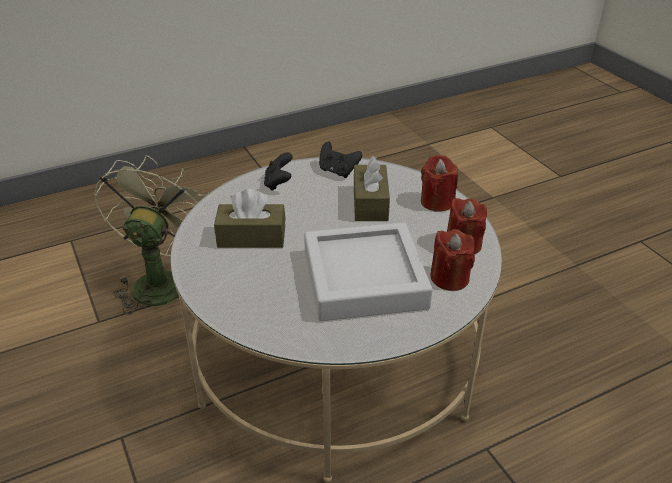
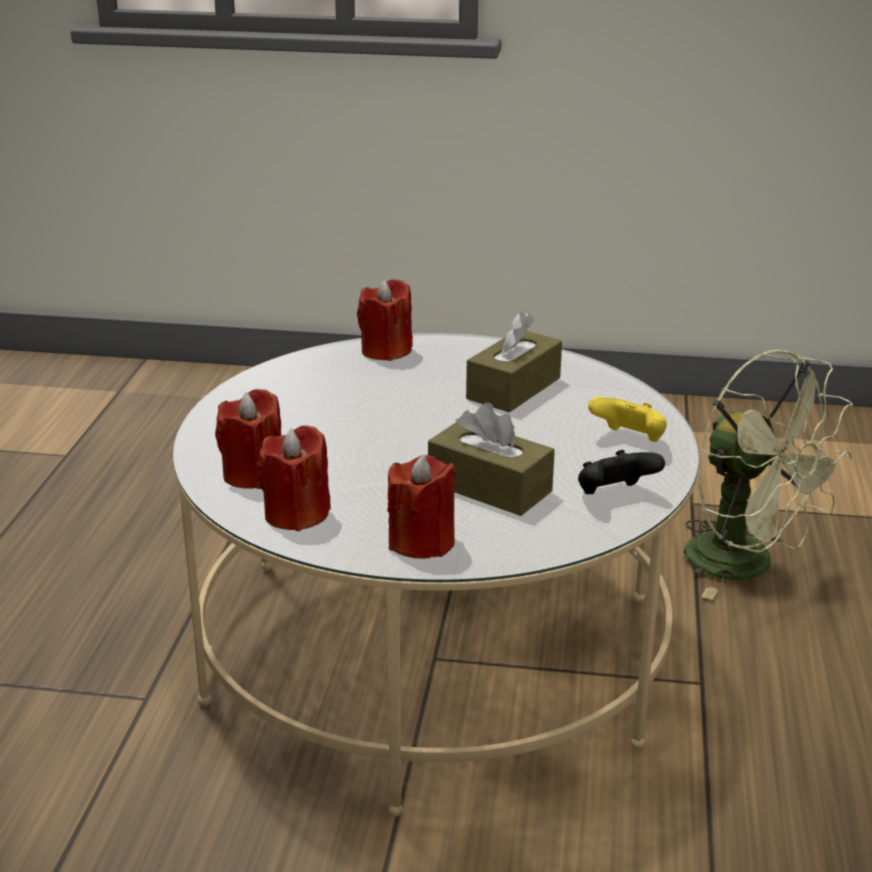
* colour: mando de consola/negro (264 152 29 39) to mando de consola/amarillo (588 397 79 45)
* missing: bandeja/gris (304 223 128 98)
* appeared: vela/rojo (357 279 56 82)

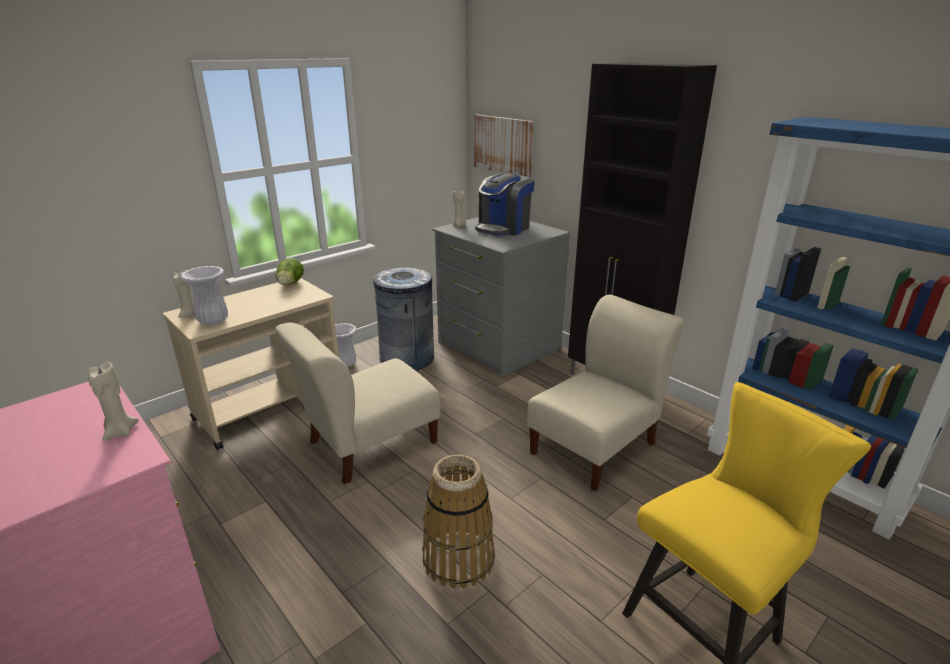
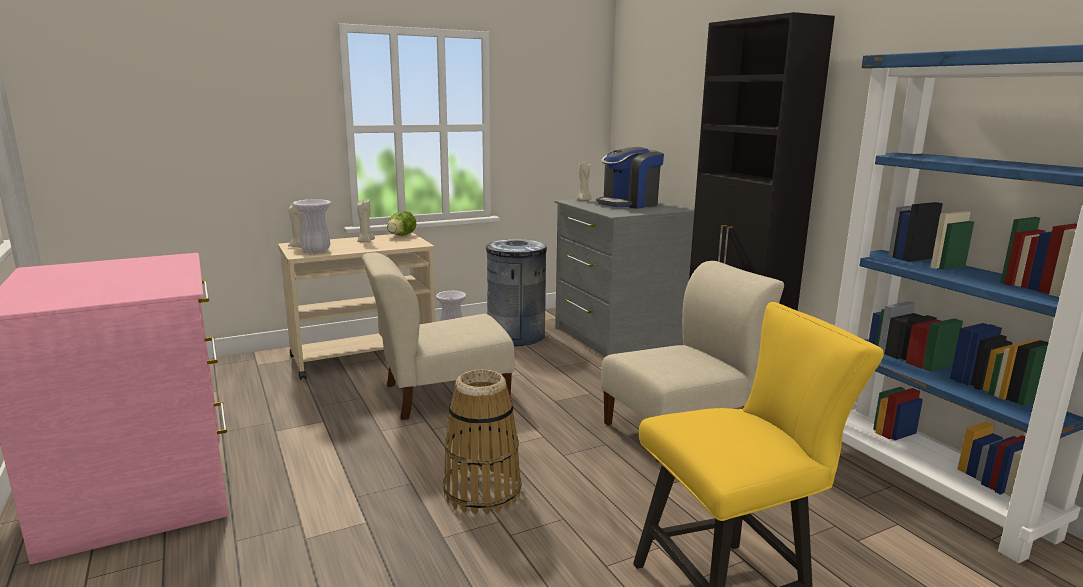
* missing: cuadro (474 114 59 64)
* relocated: vela/beis (88 361 51 80) to (357 199 18 44)

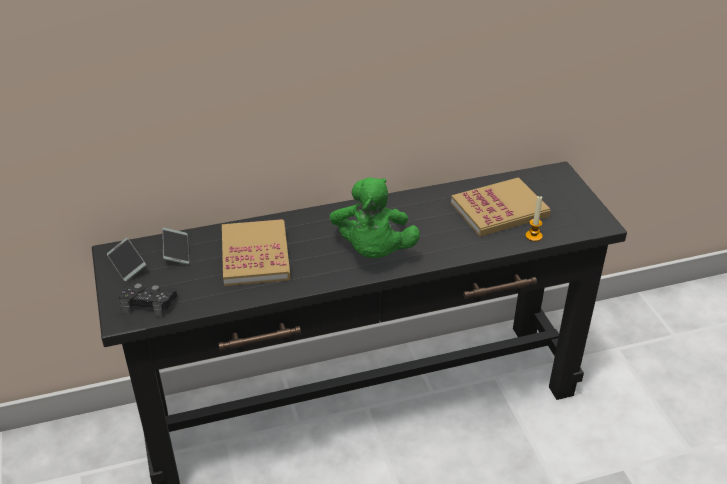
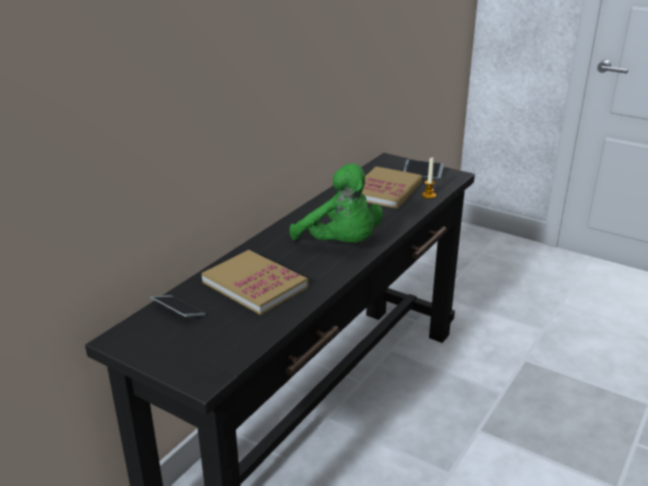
* relocated: móvil (107 238 39 44) to (403 159 41 20)
* missing: mando de consola/negro (119 283 58 34)

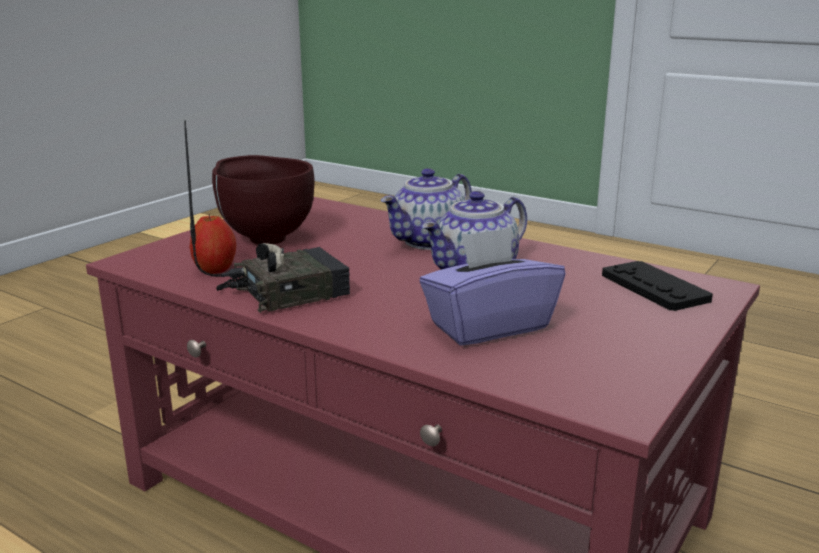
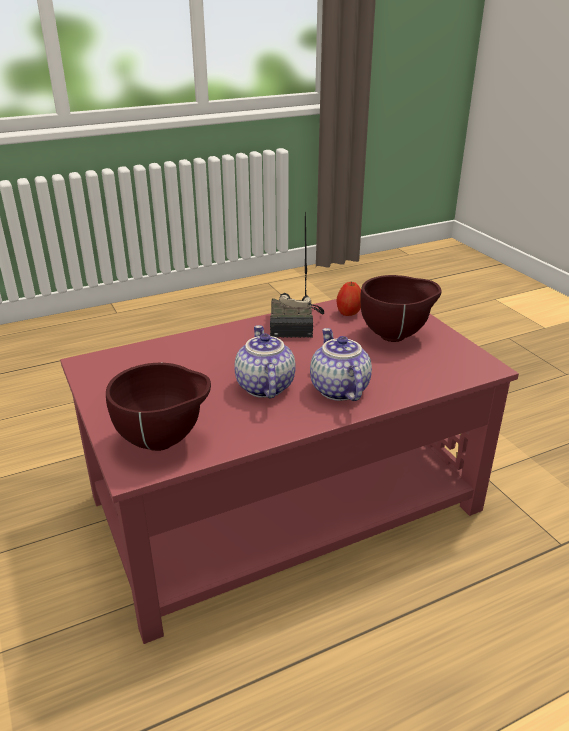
* missing: caja de pañuelos/morado (420 227 145 119)
* exchanged: mando de consola/negro (602 261 111 50) to cuenco/marrón (106 363 105 88)

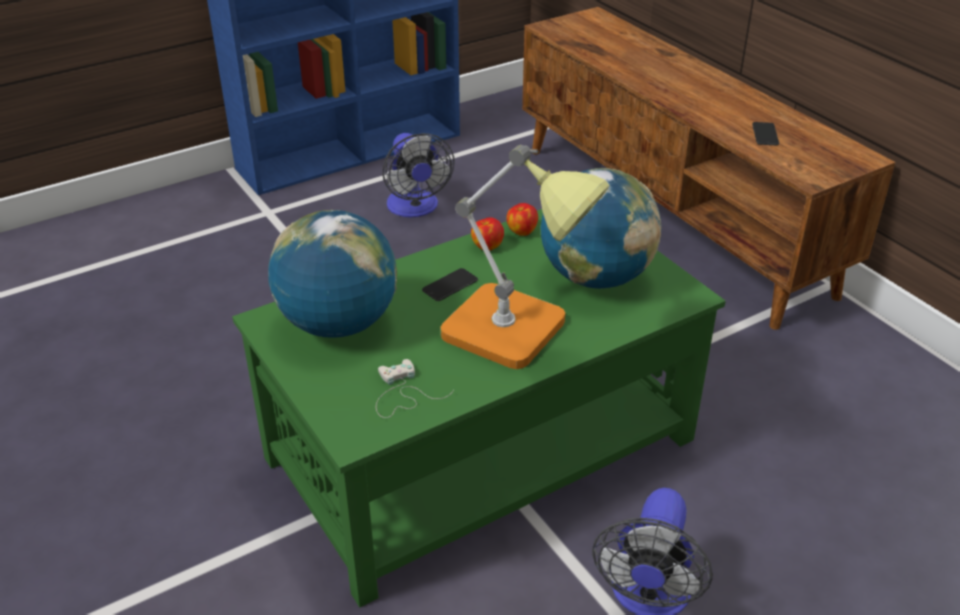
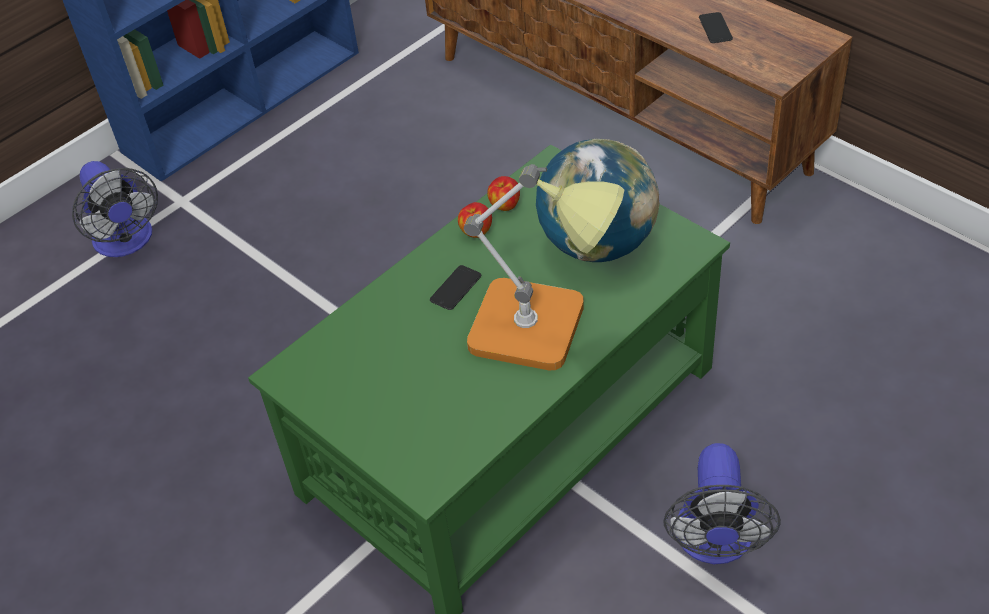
* relocated: ventilador (382 133 73 84) to (72 161 86 96)
* missing: globo terráqueo (268 210 129 128)
* missing: mando de consola/blanco (376 359 78 59)

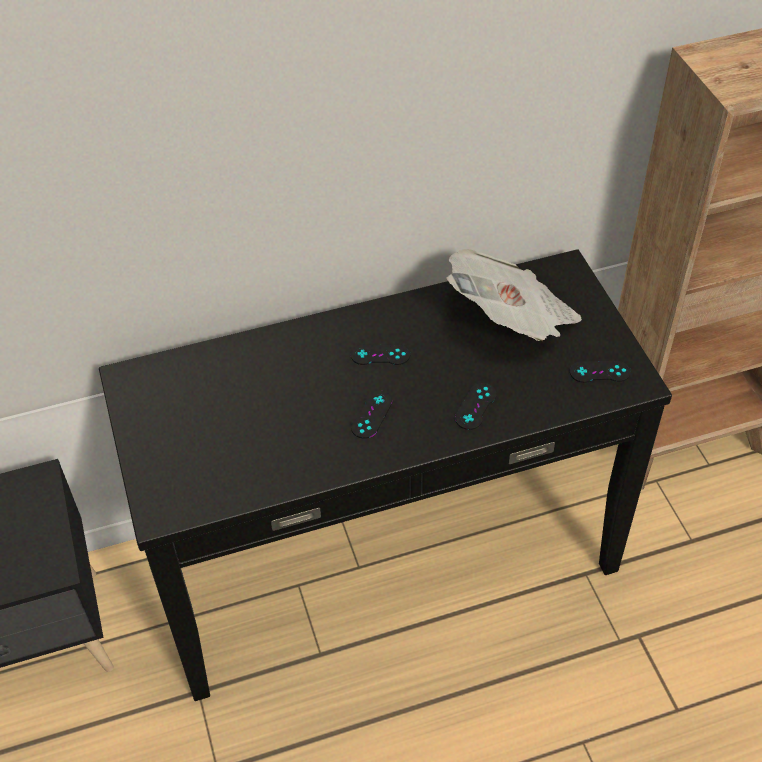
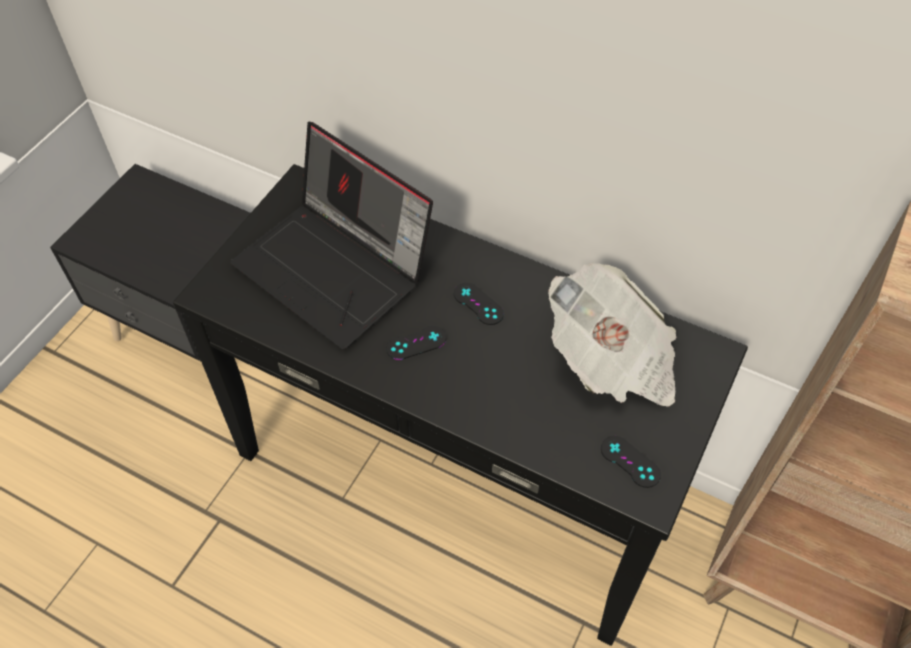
* missing: mando de consola/negro (455 383 42 47)
* appeared: portátil (230 122 203 227)

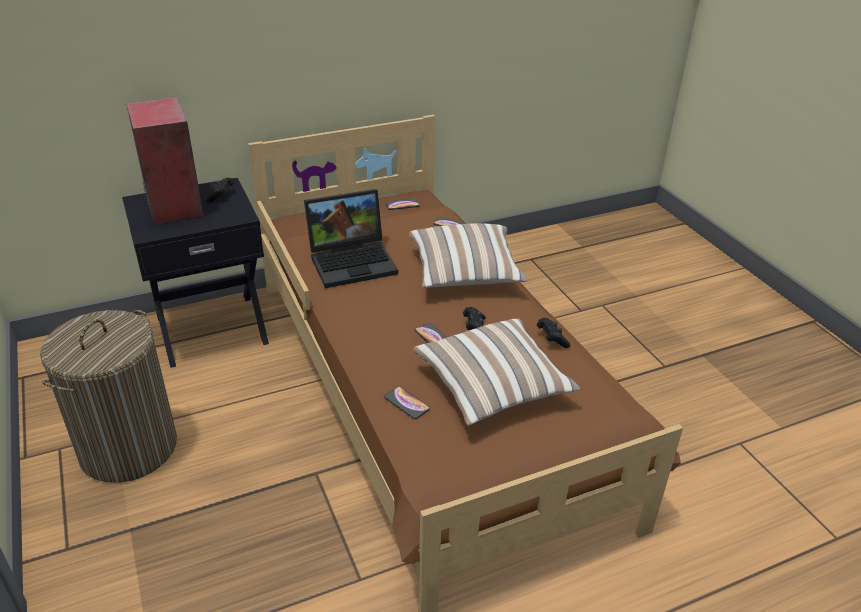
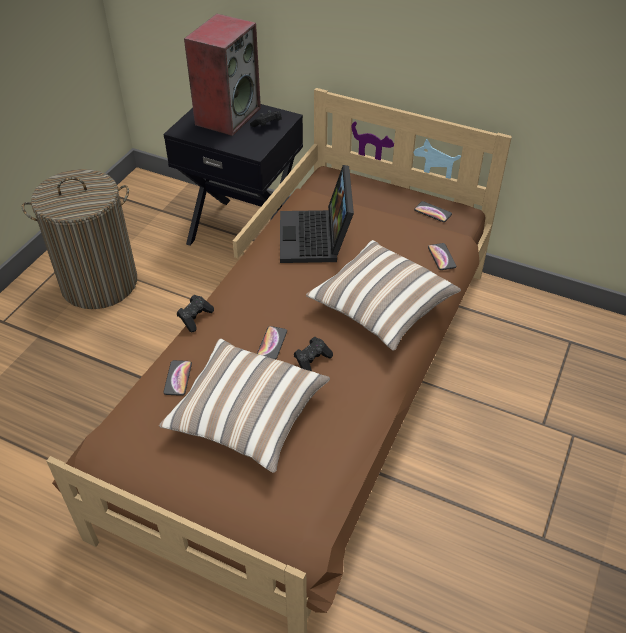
* spun: portátil (304 189 94 99) = (280 165 74 98) 60 degrees clockwise
* relocated: mando de consola/negro (537 318 33 30) to (177 295 37 37)

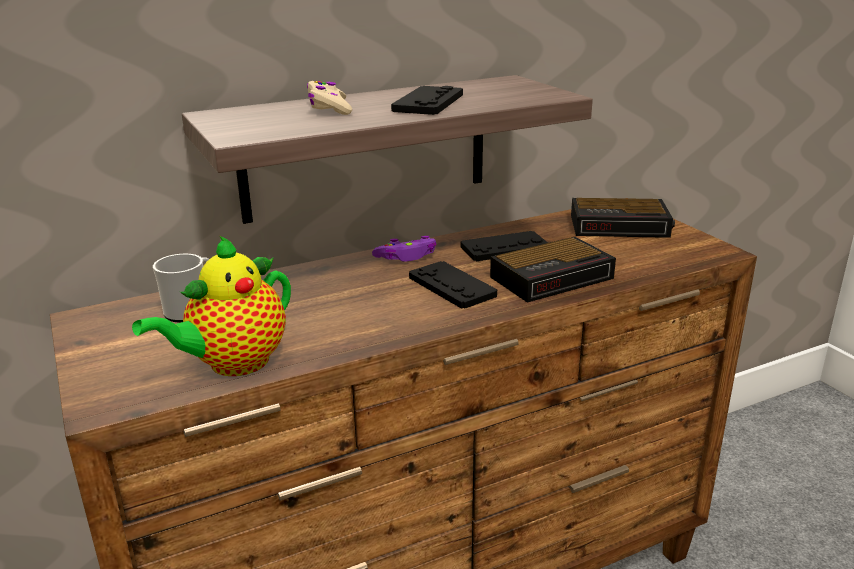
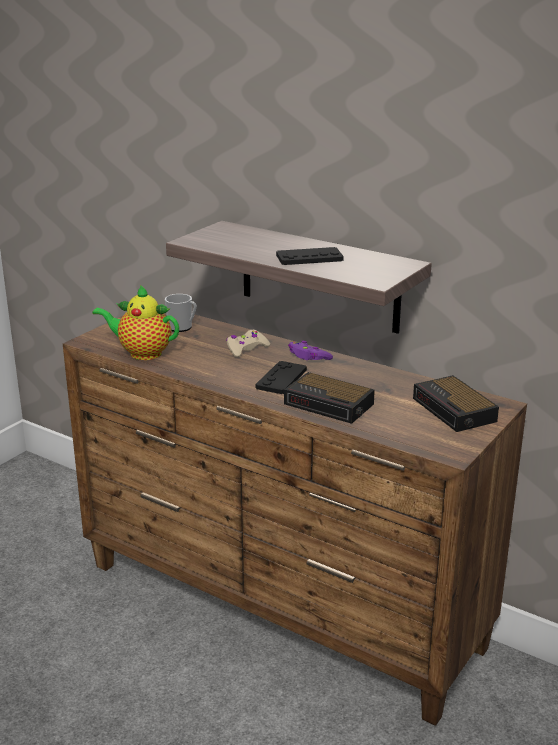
* relocated: mando de consola/beis (307 81 45 34) to (226 330 44 27)
* missing: mando de consola/negro (460 231 88 30)

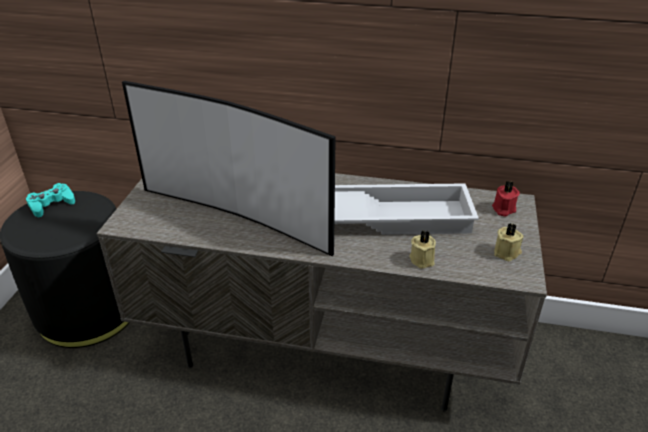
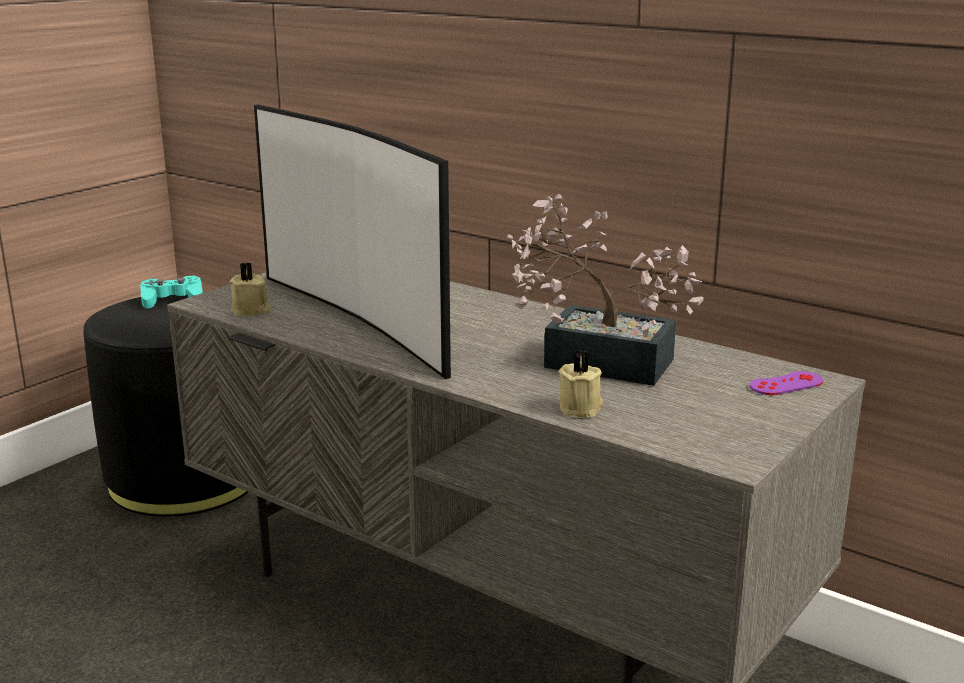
* exchanged: vela/rojo (492 181 28 35) to mando de consola/morado (750 371 73 24)
* exchanged: bandeja/blanco (334 183 145 52) to planta en maceta (507 194 197 192)
* relocated: vela/beis (494 223 30 38) to (230 262 41 55)

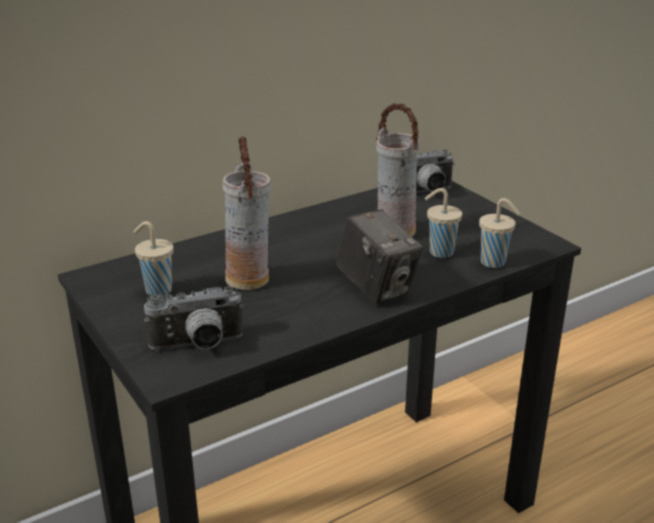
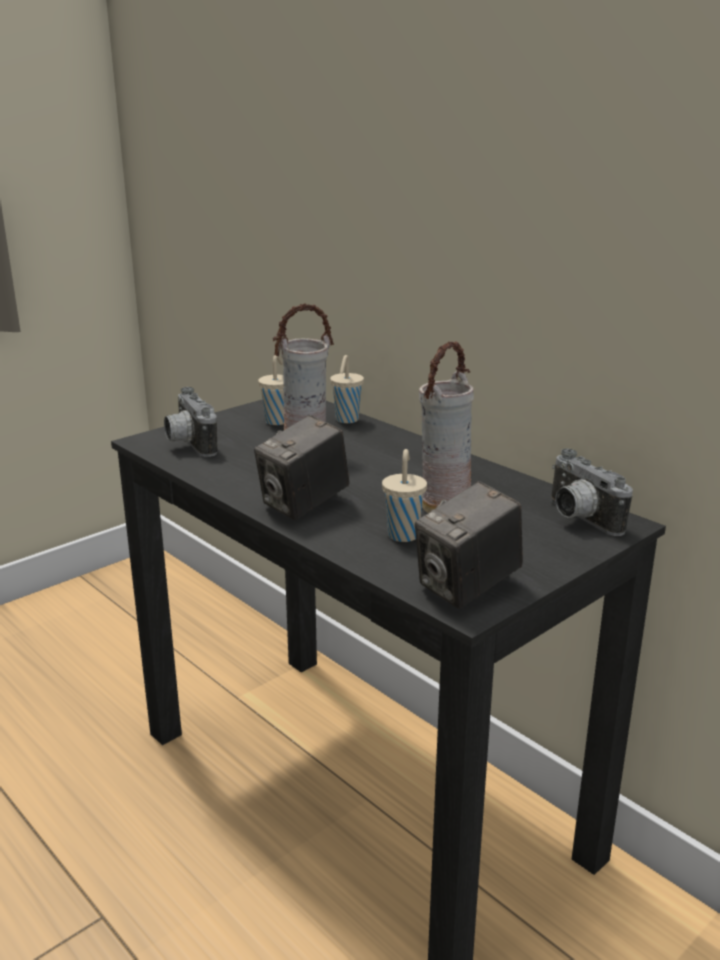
* relocated: taza/beis (479 198 41 70) to (330 355 34 68)
* appeared: cámara (415 481 108 128)

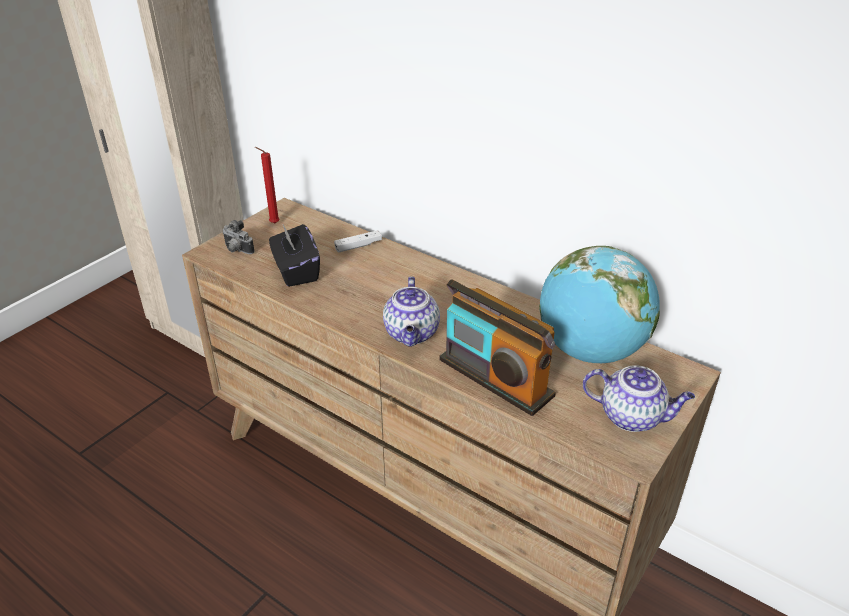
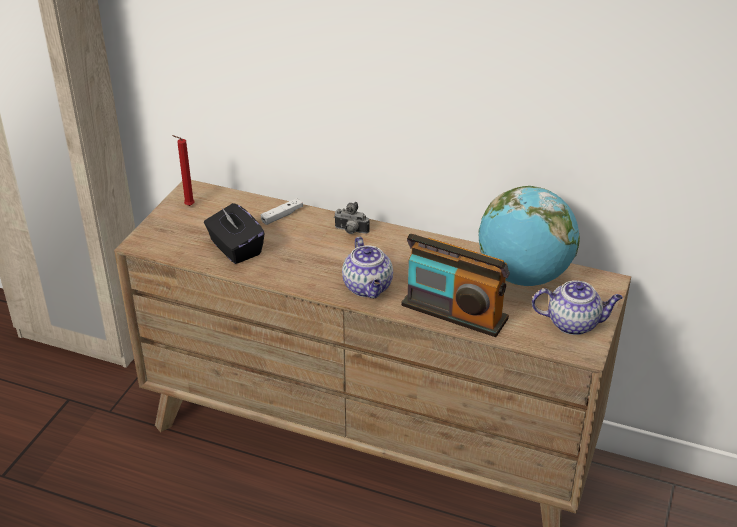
* relocated: cámara (223 220 32 34) to (334 202 36 32)

